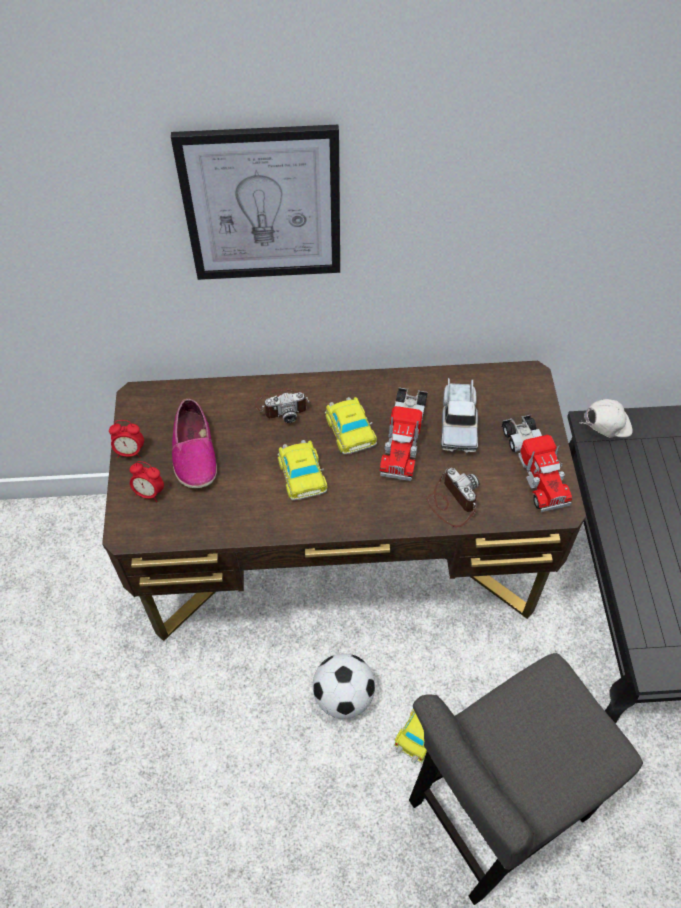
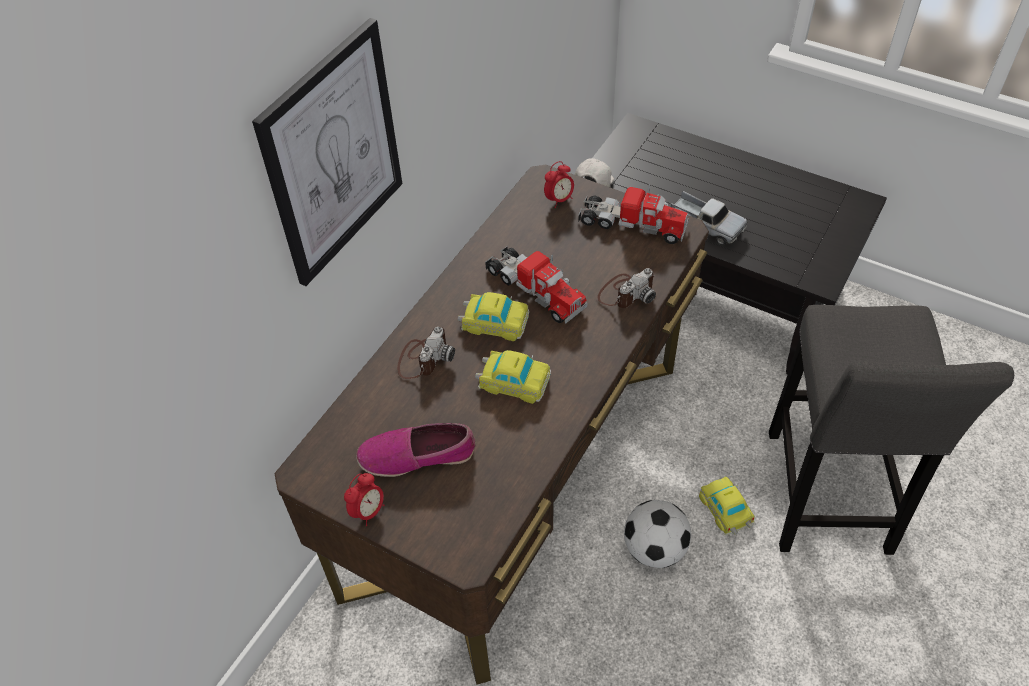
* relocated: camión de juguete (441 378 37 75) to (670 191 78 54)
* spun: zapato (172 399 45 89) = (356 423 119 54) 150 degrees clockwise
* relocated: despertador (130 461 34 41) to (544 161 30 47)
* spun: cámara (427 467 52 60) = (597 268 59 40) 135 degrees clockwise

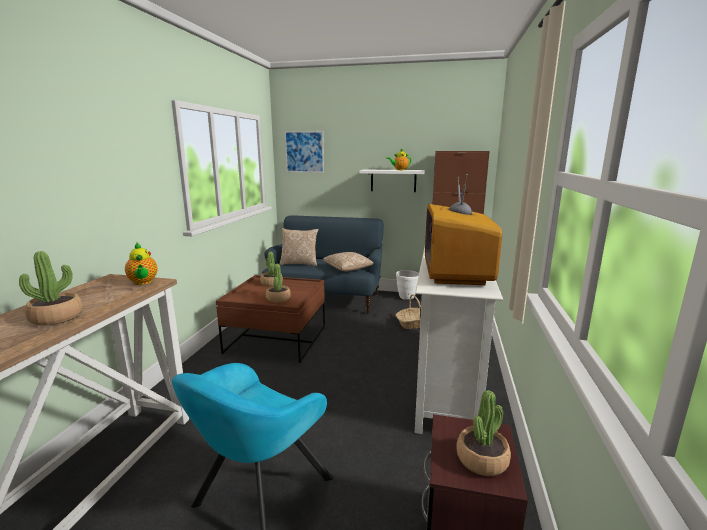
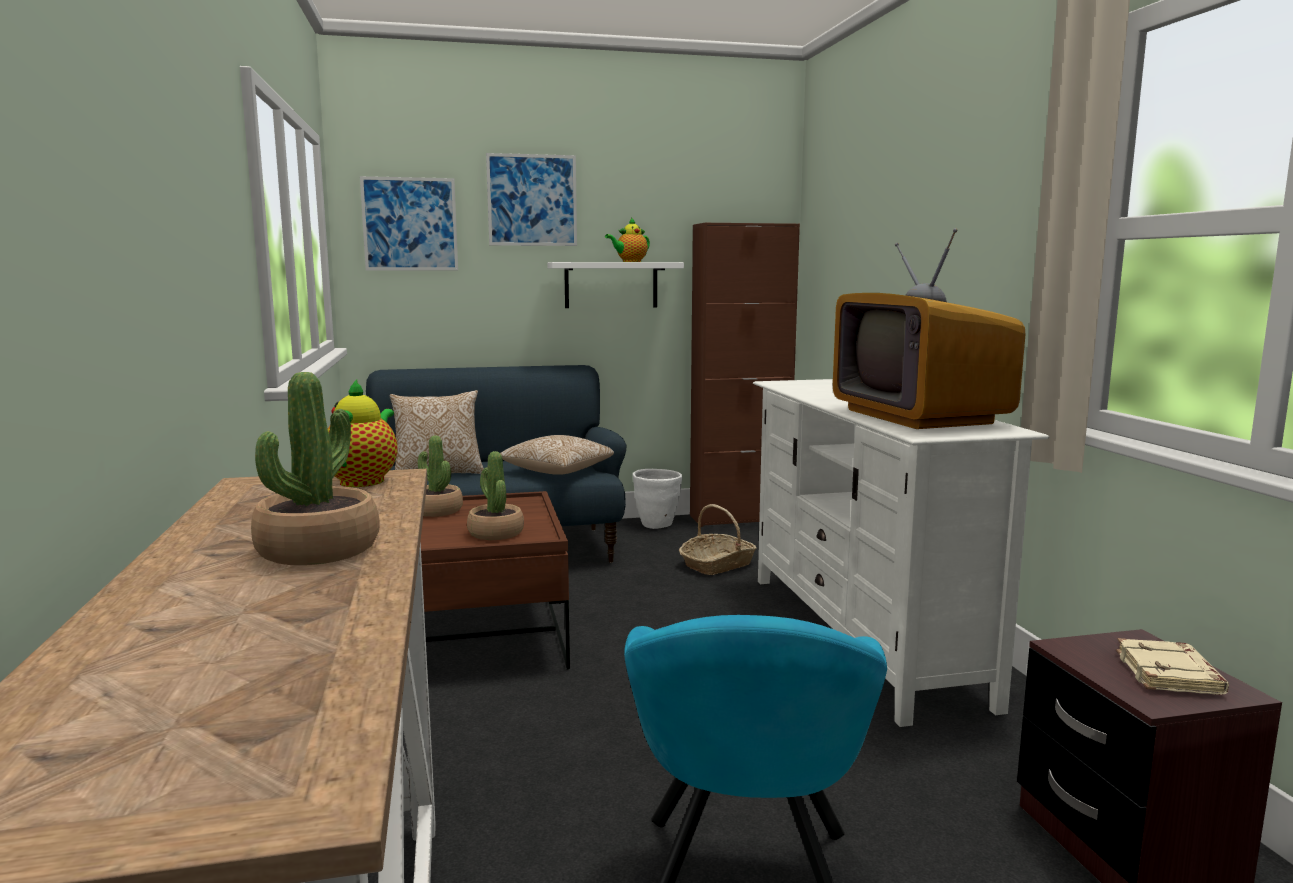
* spun: tetera (125 243 33 42) = (328 379 70 108) 120 degrees counterclockwise
* exchanged: planta en maceta (456 390 55 86) to libro/beis (1116 638 113 57)
* appeared: cuadro (486 153 91 93)

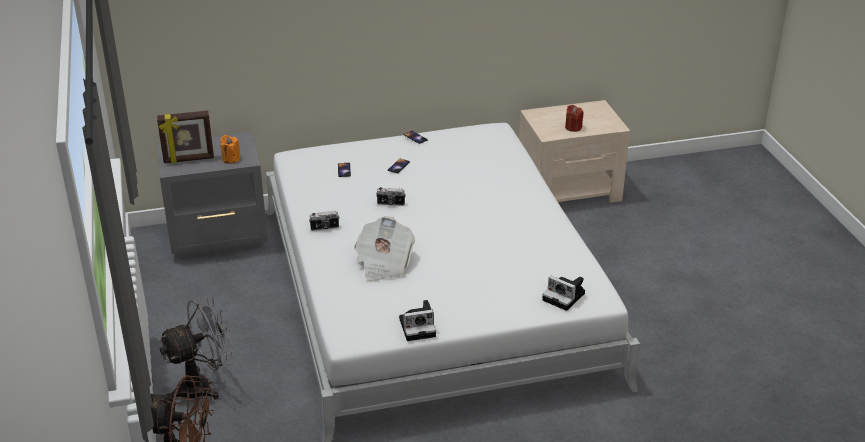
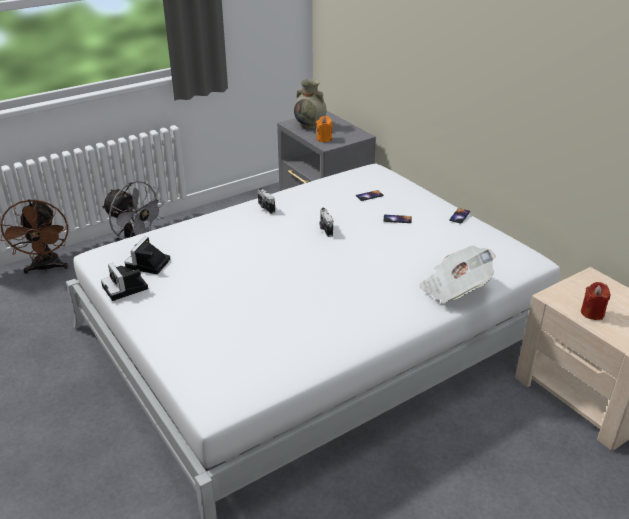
* exchanged: portarretratos (157 111 57 52) to florero/beis (294 79 32 50)
* relocated: periódico (354 216 61 65) to (420 246 76 58)
* relocated: cámara (542 276 43 35) to (124 237 46 37)

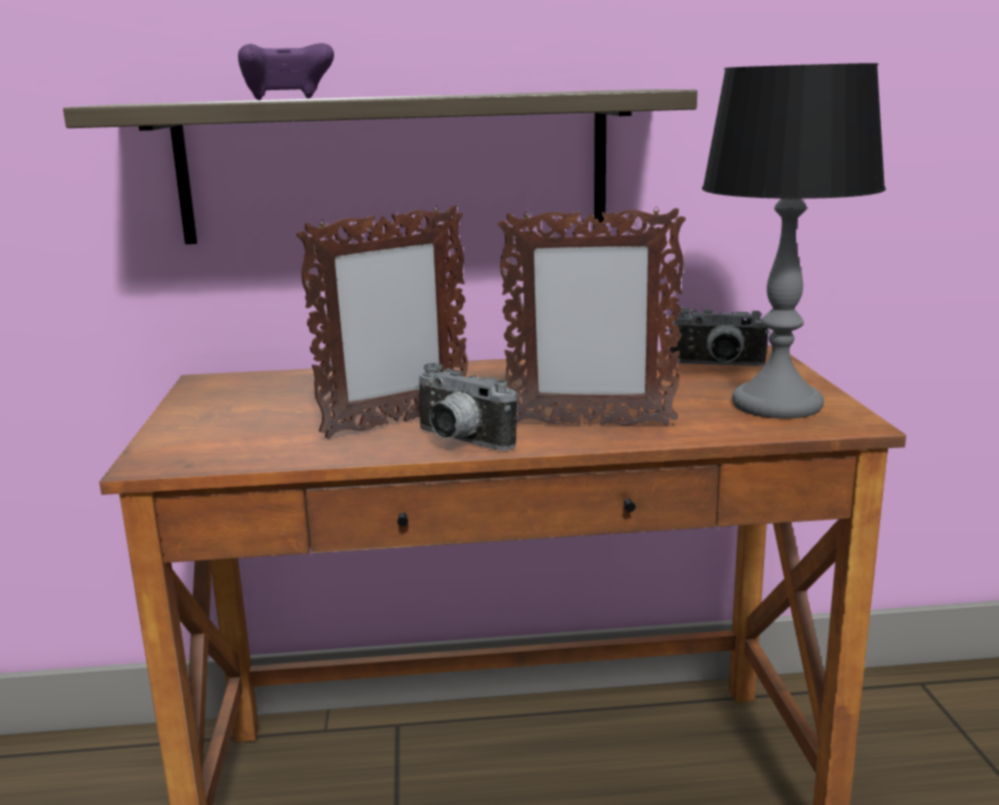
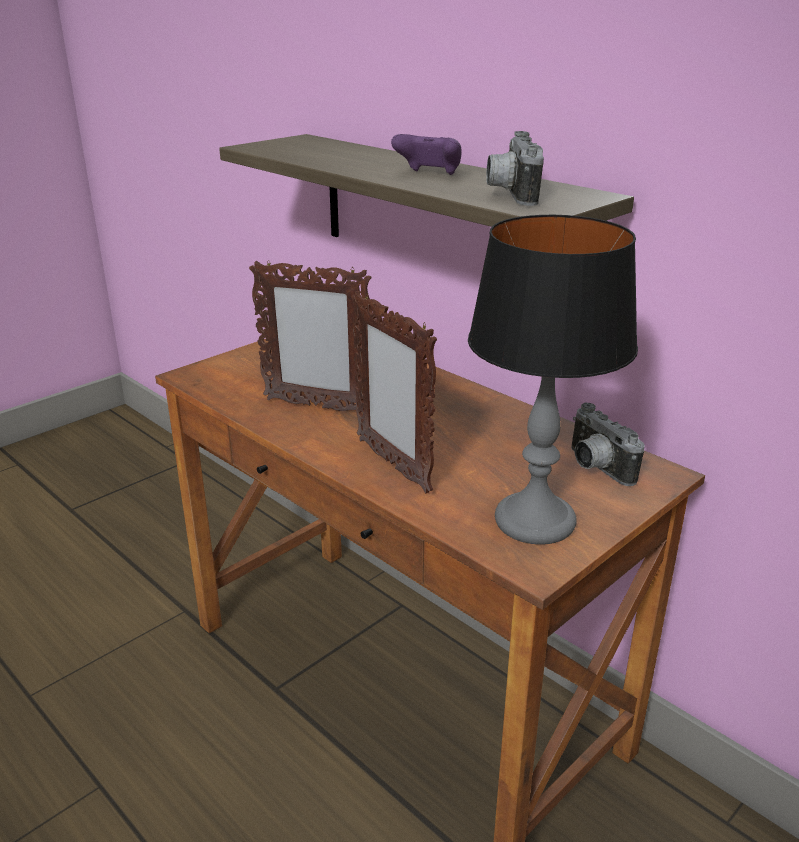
* relocated: mando de consola/morado (238 43 96 57) to (391 134 71 41)
* relocated: cámara (416 363 101 87) to (486 131 58 75)

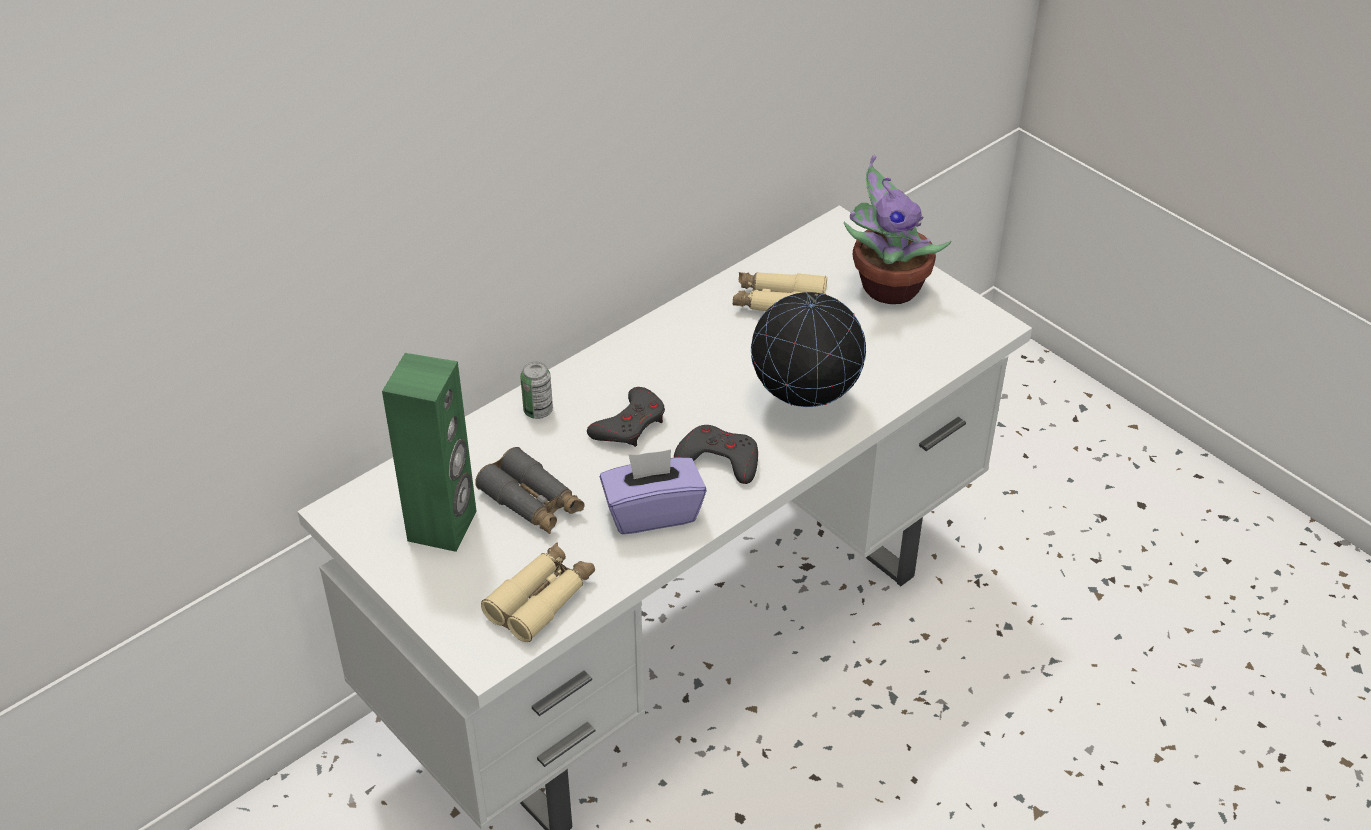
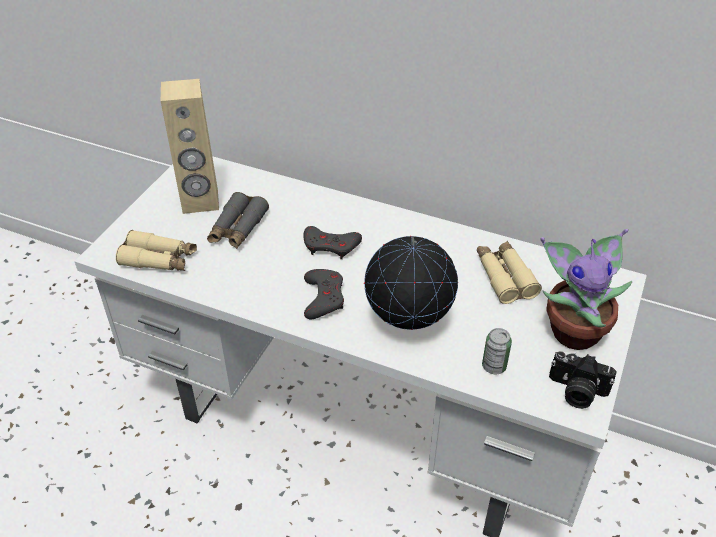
* colour: altavoz/verde (382 353 95 199) to altavoz/beis (161 79 58 135)
* relocated: lata (520 362 33 57) to (482 328 30 46)
* missing: caja de pañuelos/morado (600 449 106 85)
* appeared: cámara (549 351 68 58)

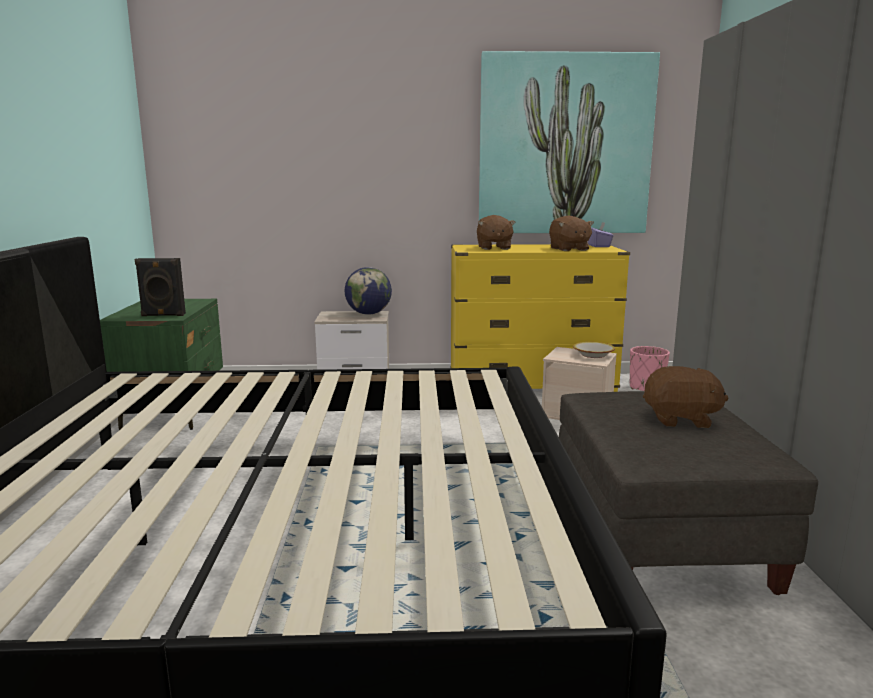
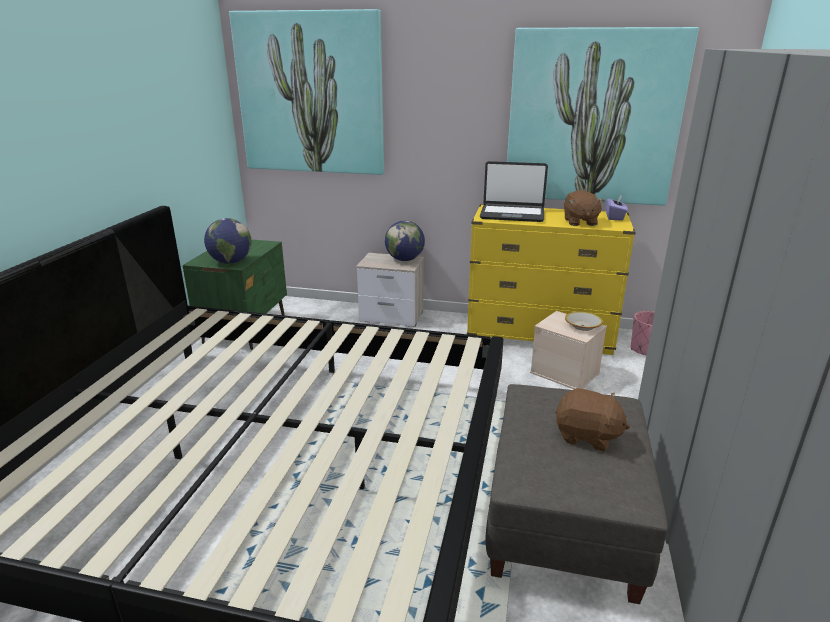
* exchanged: peluche/marrón (477 215 39 35) to portátil (480 161 68 61)
* exchanged: altavoz/negro (135 258 51 58) to globo terráqueo (204 218 48 46)
* appeared: cuadro (229 9 155 166)

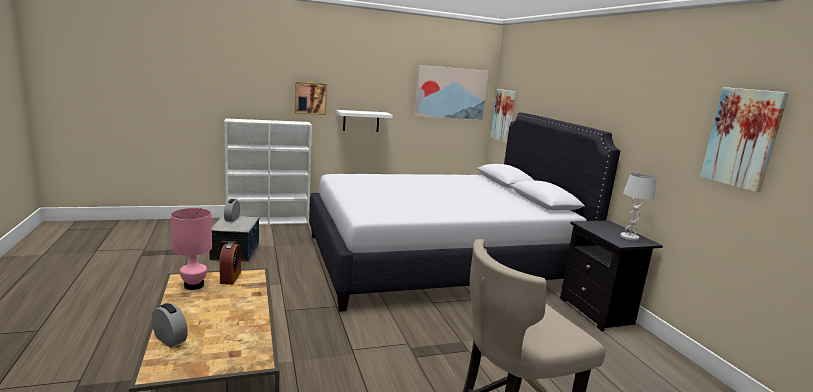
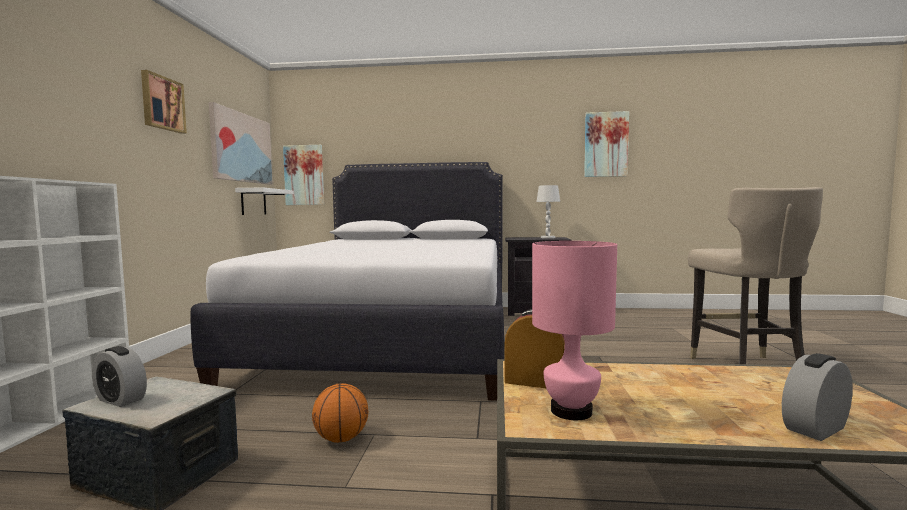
* relocated: cuadro (295 82 32 33) to (141 70 46 64)
* relocated: estante/blanco (336 110 57 22) to (235 187 59 28)
* appeared: balón de baloncesto (312 383 56 60)

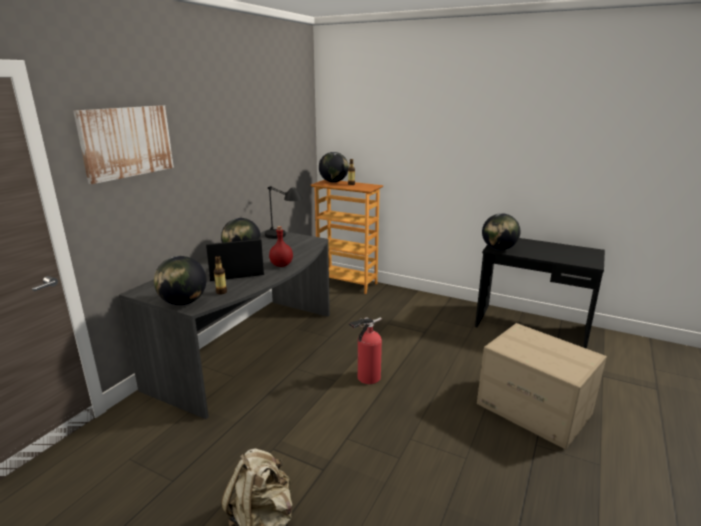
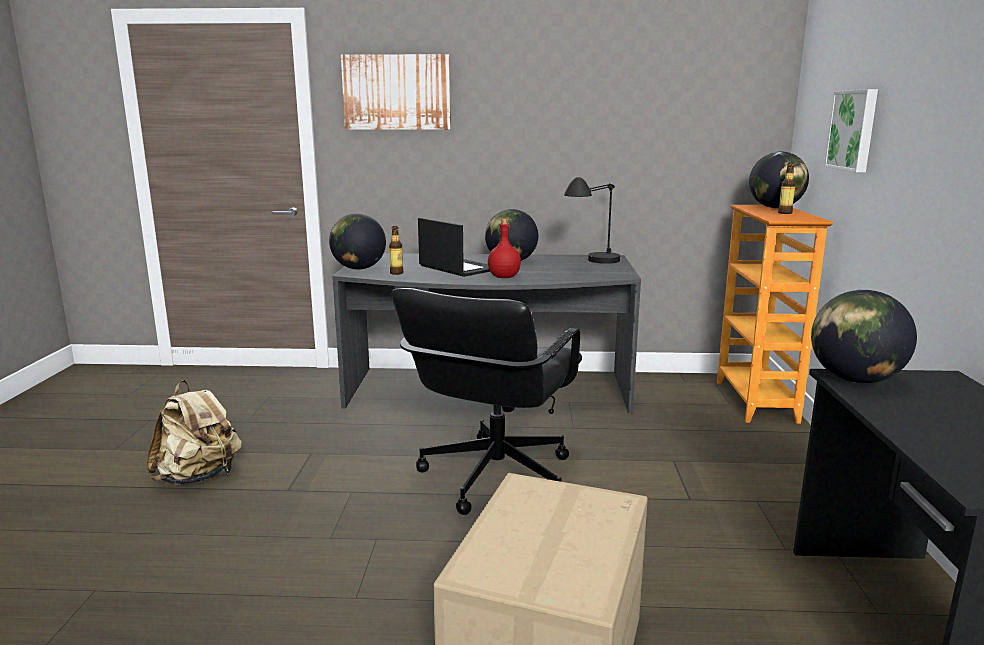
* exchanged: extintor (349 317 33 67) to silla de oficina/negro (391 288 191 227)
* appeared: cuadro (824 89 54 83)

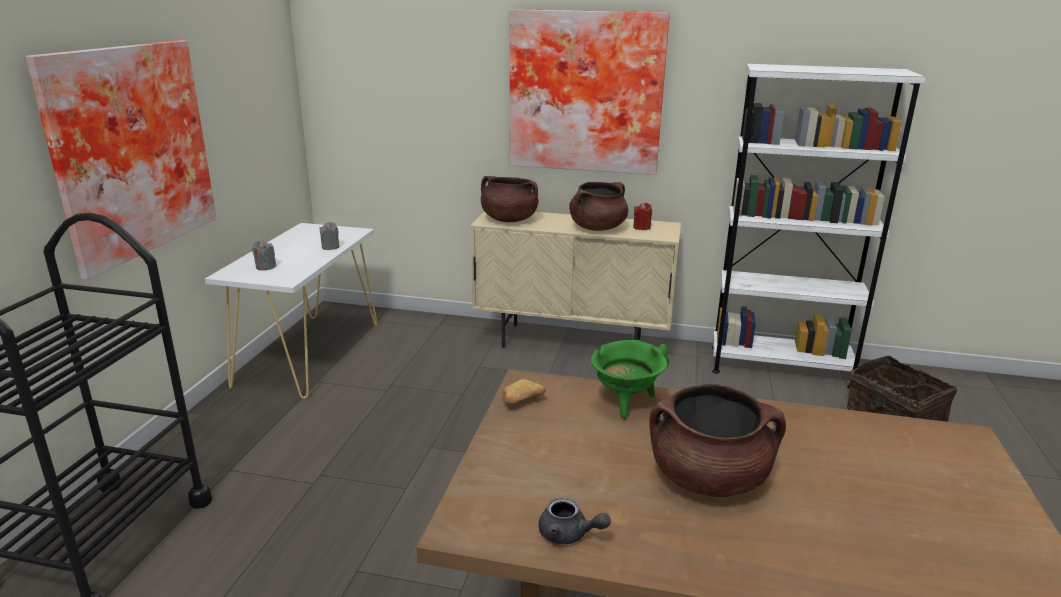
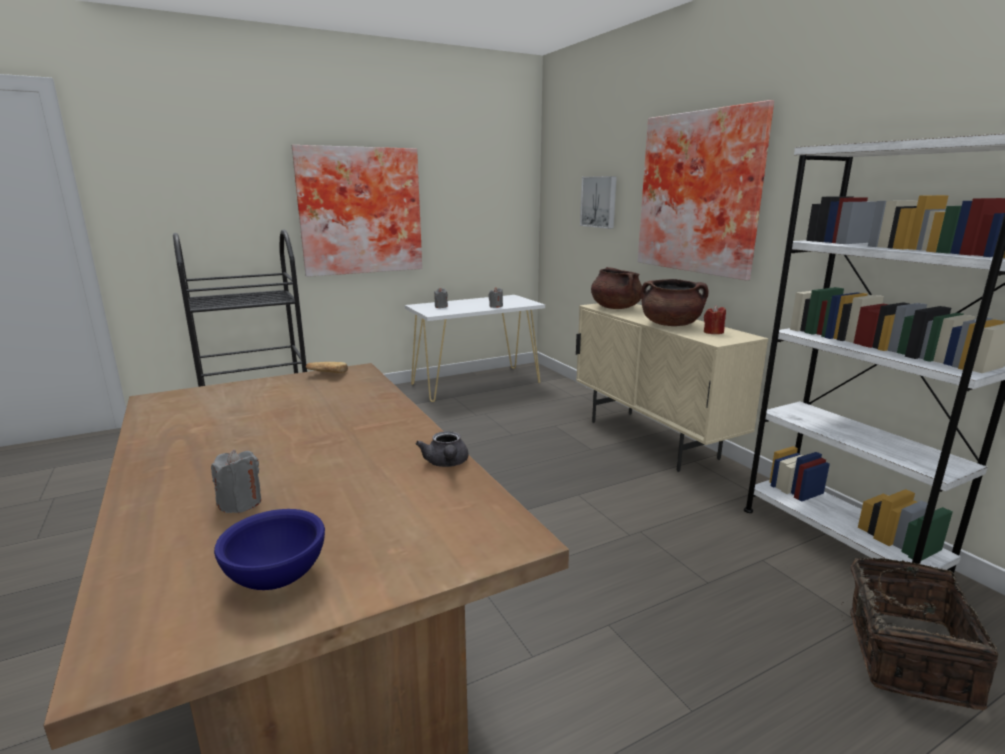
* missing: olla/verde (591 340 78 79)
* missing: olla/marrón (649 384 137 113)
* relocated: tetera/gris (538 497 73 47) to (416 431 52 36)
* appeared: cuadro (580 176 37 53)
* appeared: vela/gris (211 449 50 64)
* appeared: cuenco/azul (214 509 111 81)

